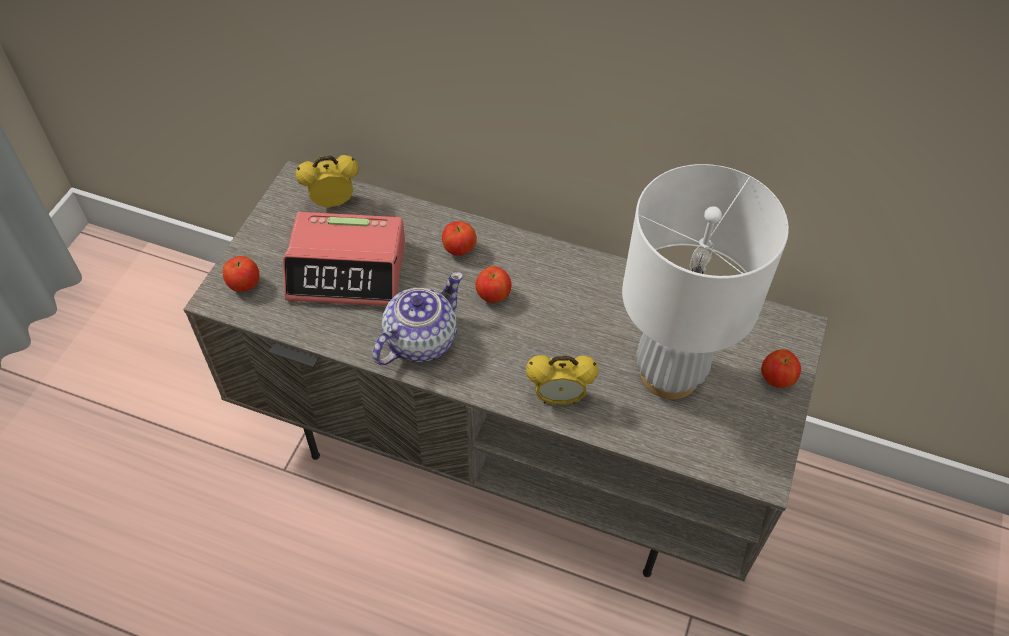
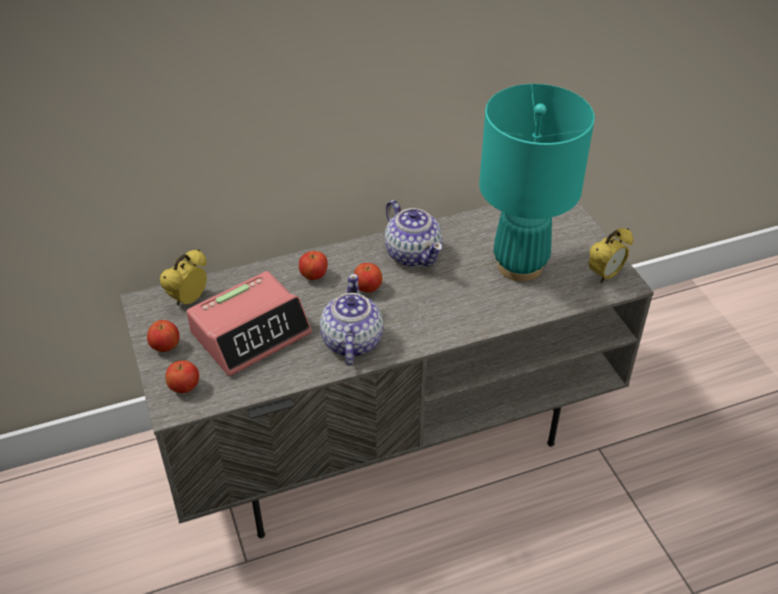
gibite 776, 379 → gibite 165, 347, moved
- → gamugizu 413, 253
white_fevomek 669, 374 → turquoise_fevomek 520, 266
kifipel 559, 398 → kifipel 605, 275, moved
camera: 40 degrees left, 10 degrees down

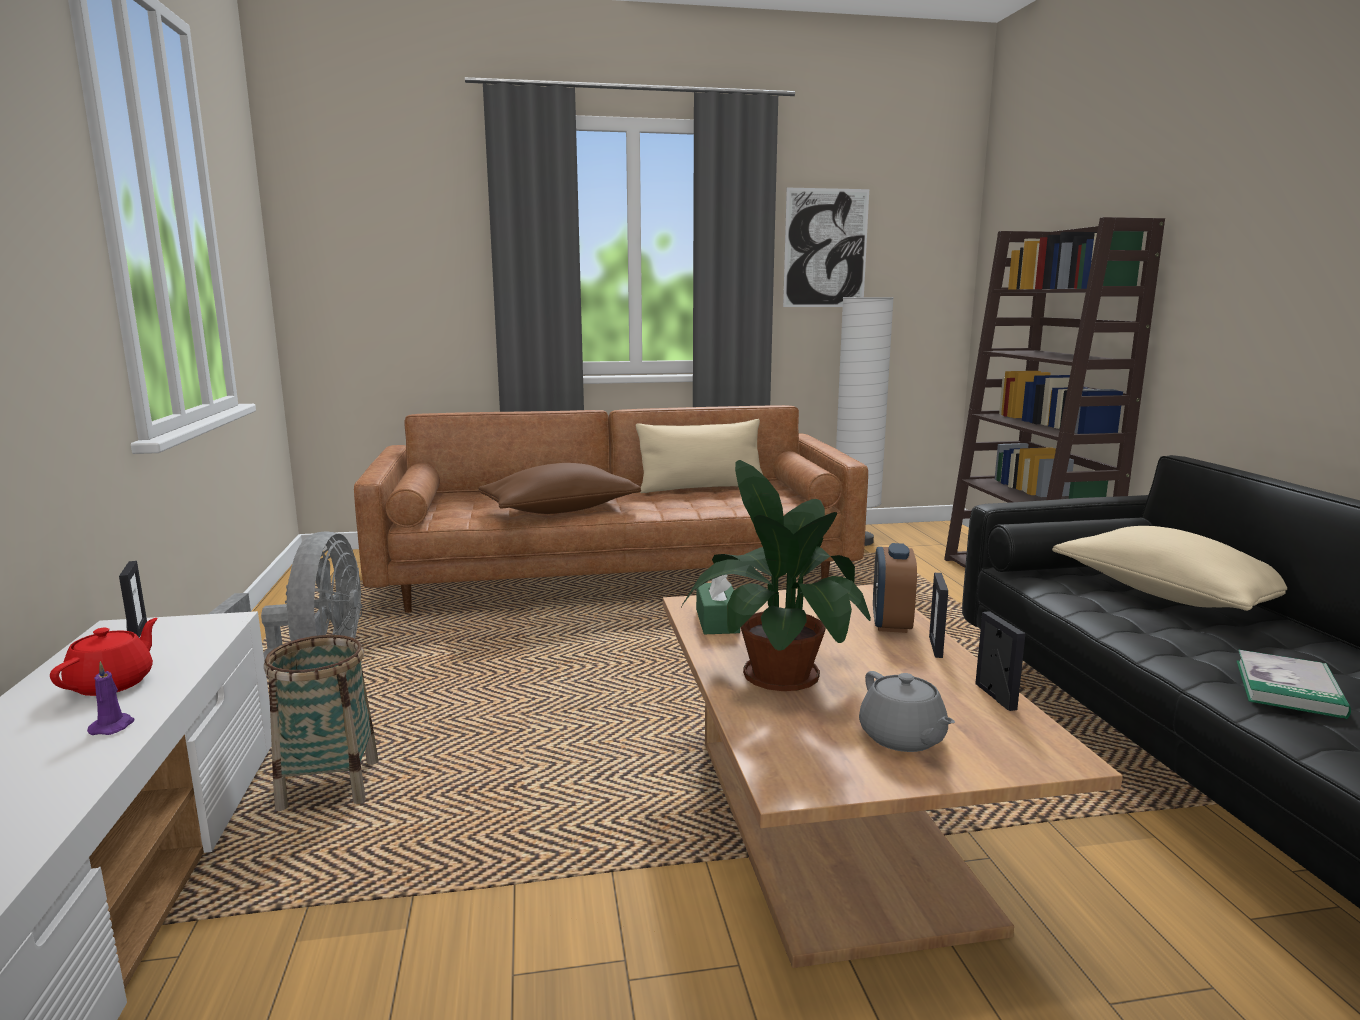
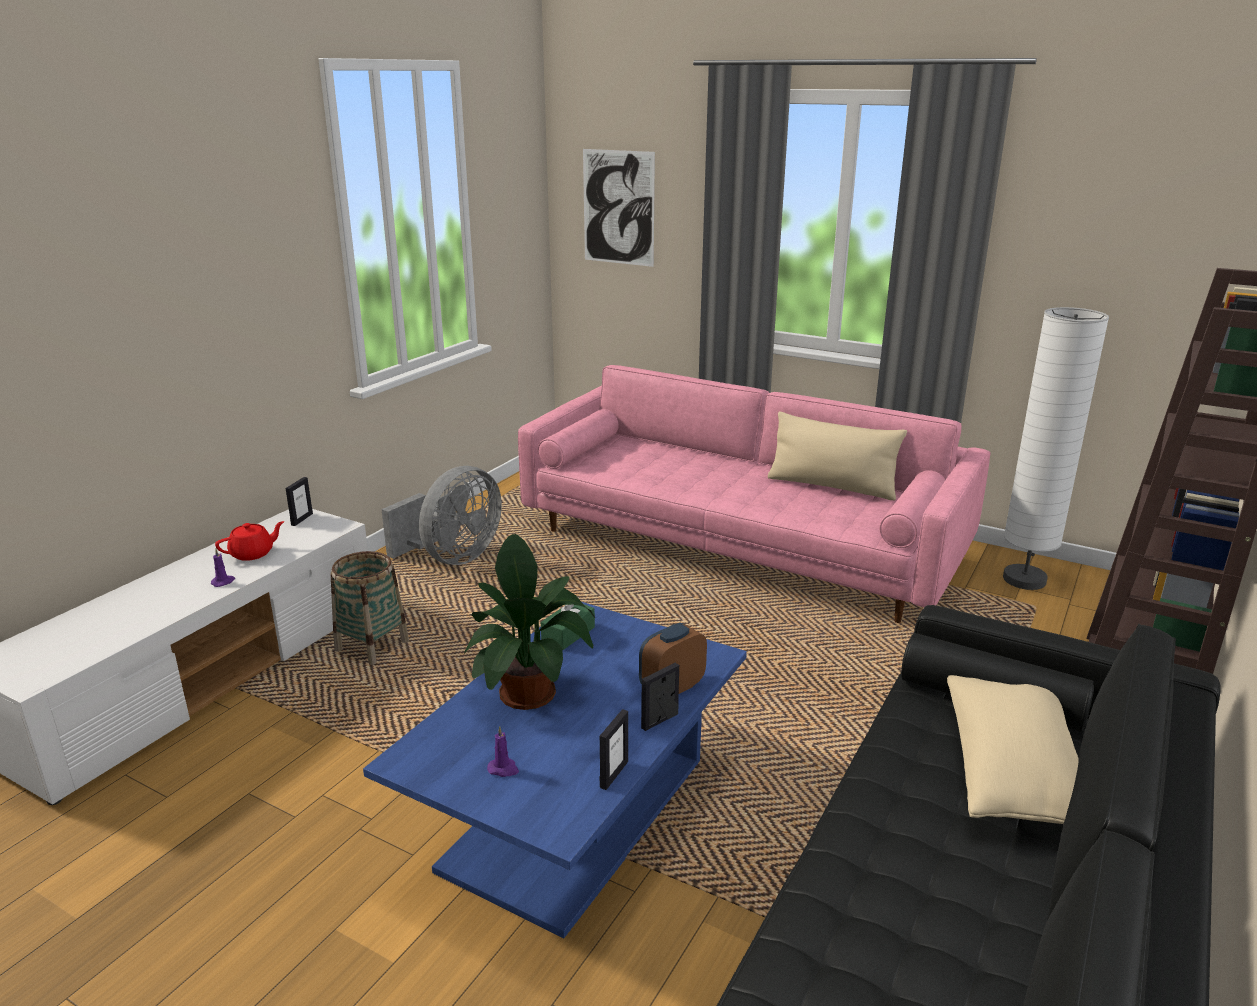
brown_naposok 832, 826 → blue_naposok 575, 814
grey_gamugizu 902, 738 → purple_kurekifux 503, 769
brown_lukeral 616, 573 → pink_lukeral 740, 543
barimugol 825, 248 → barimugol 618, 207, moved
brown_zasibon 560, 510 → -
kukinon 1288, 688 → -
camera: 40 degrees right, 10 degrees up

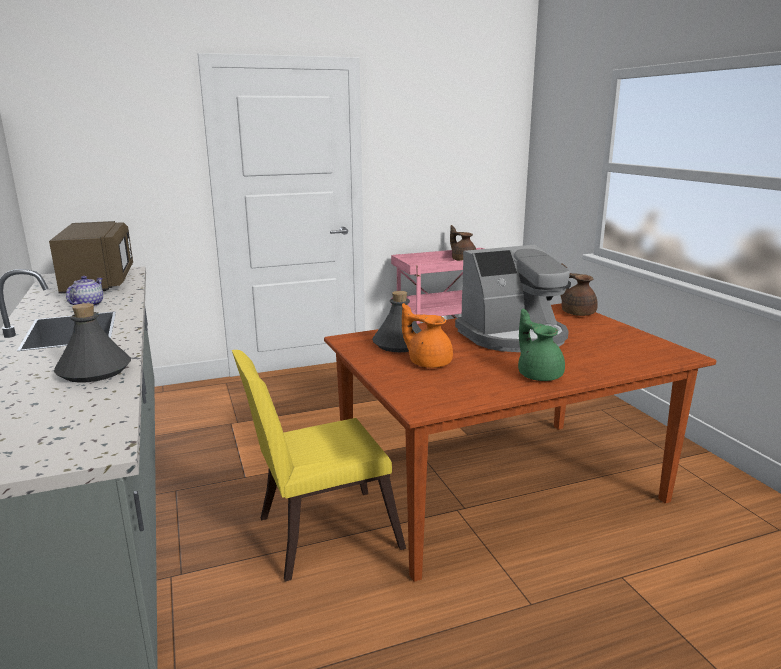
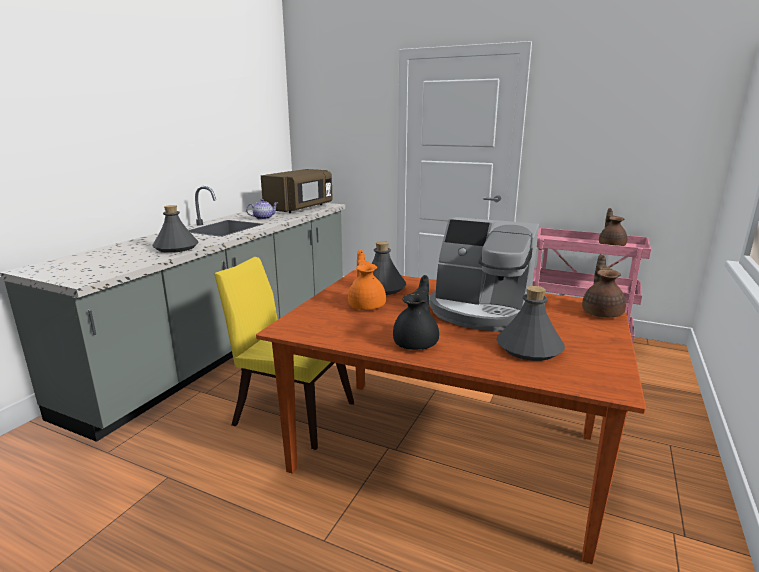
green_gamugizu 539, 375 → black_gamugizu 417, 343
- → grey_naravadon 528, 348
camera: 45 degrees right, 0 degrees up

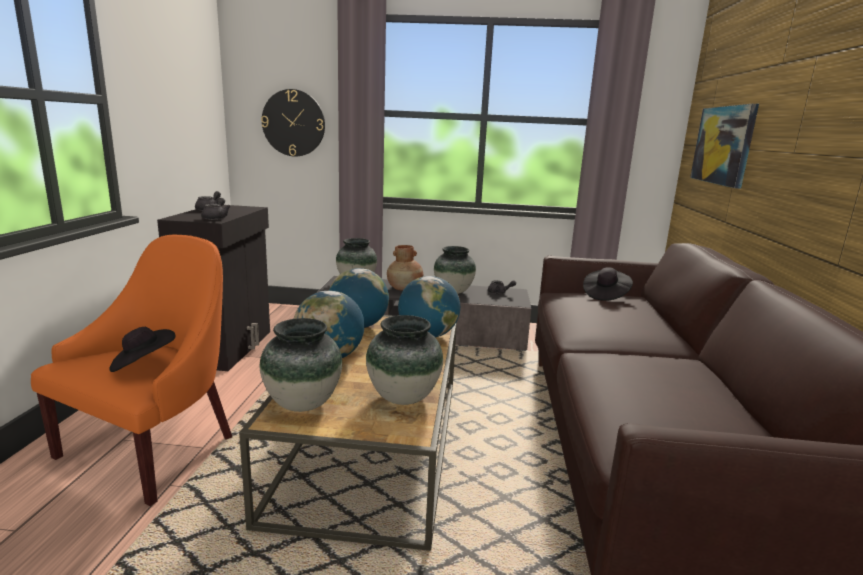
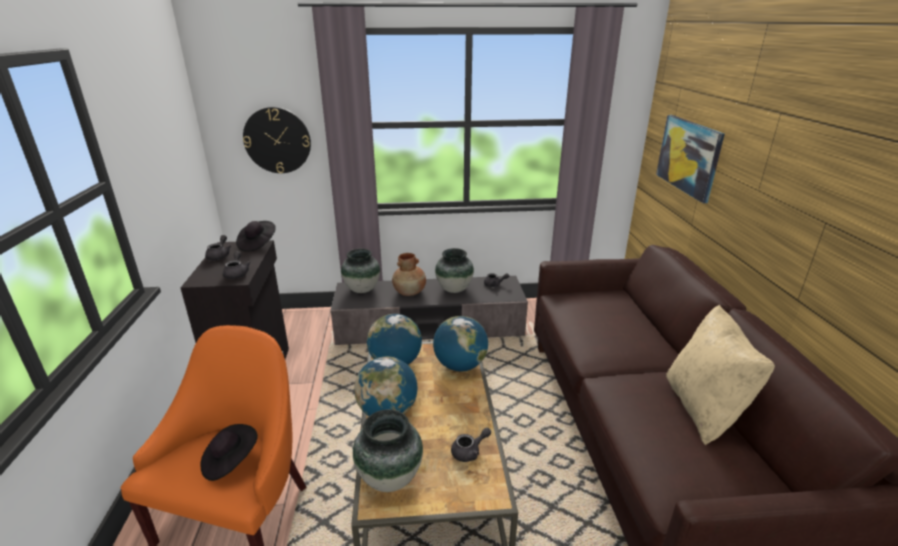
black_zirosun 605, 295 → black_zirosun 257, 244, moved
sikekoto 403, 397 → grey_gamugizu 469, 452
- → beige_zasibon 703, 409
camera: 10 degrees left, 10 degrees up

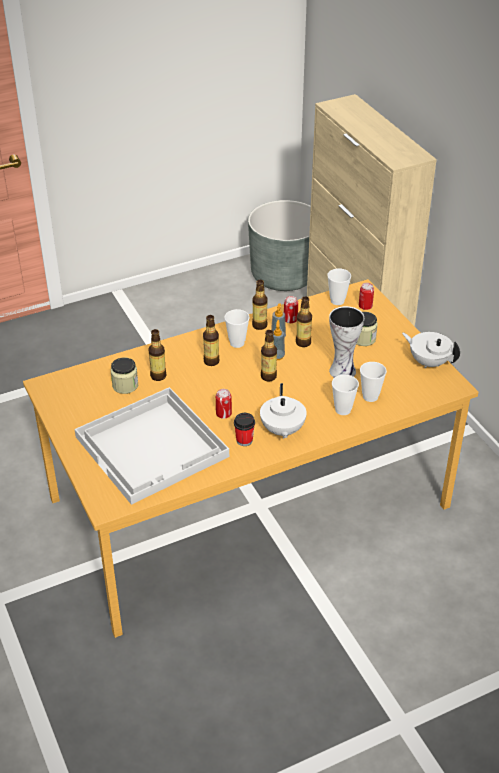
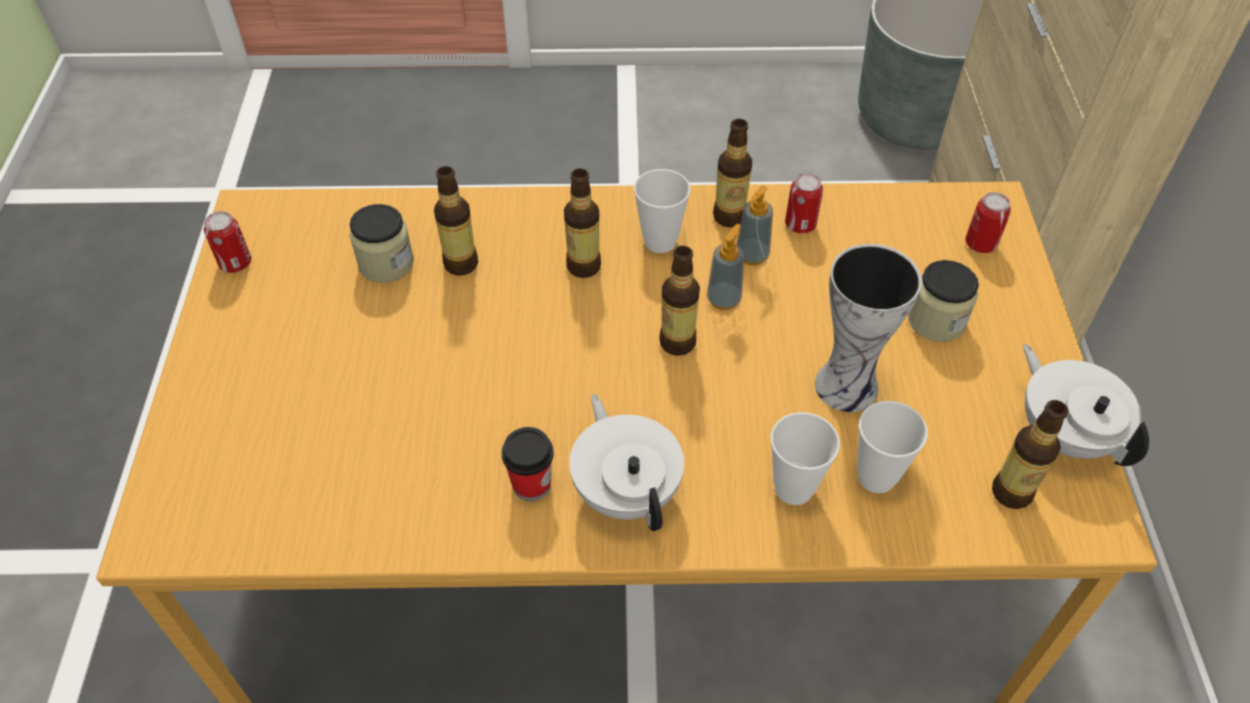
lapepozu 223, 414 → lapepozu 235, 263, moved
white_gamugizu 282, 430 → white_gamugizu 627, 491, 135 degrees clockwise
naravadon 303, 342 → naravadon 1012, 492, moved
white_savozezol 153, 447 → -
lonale 337, 301 → -
camera: 25 degrees right, 10 degrees up

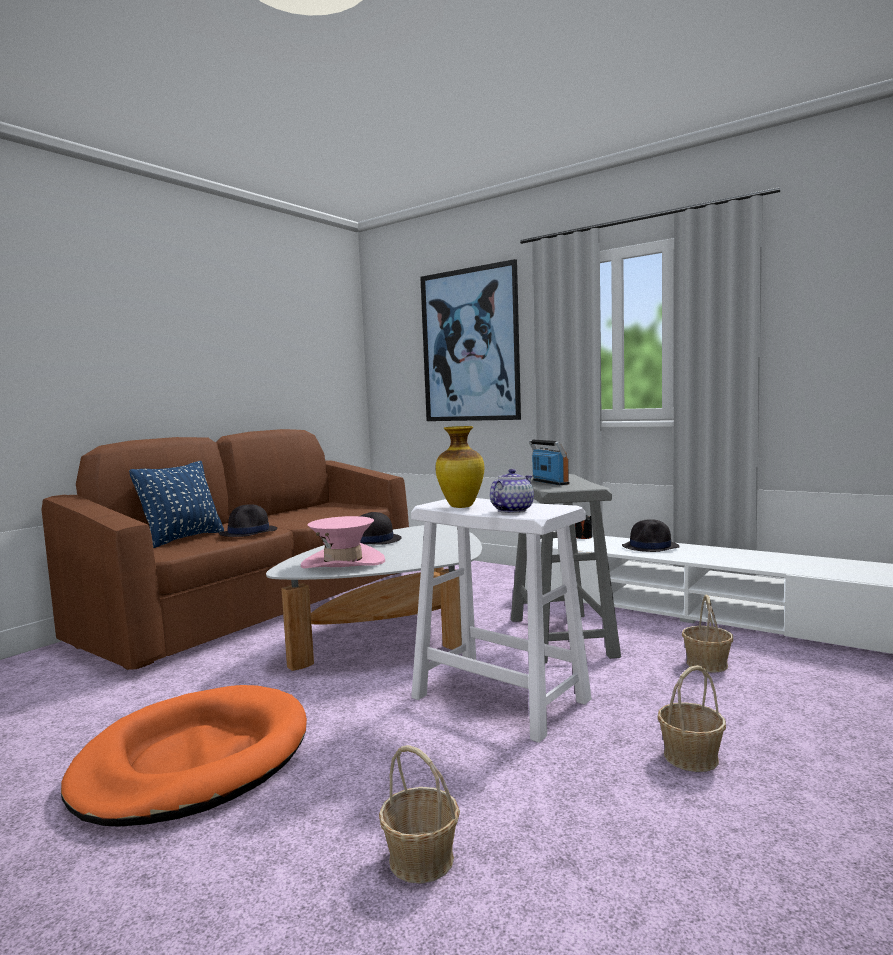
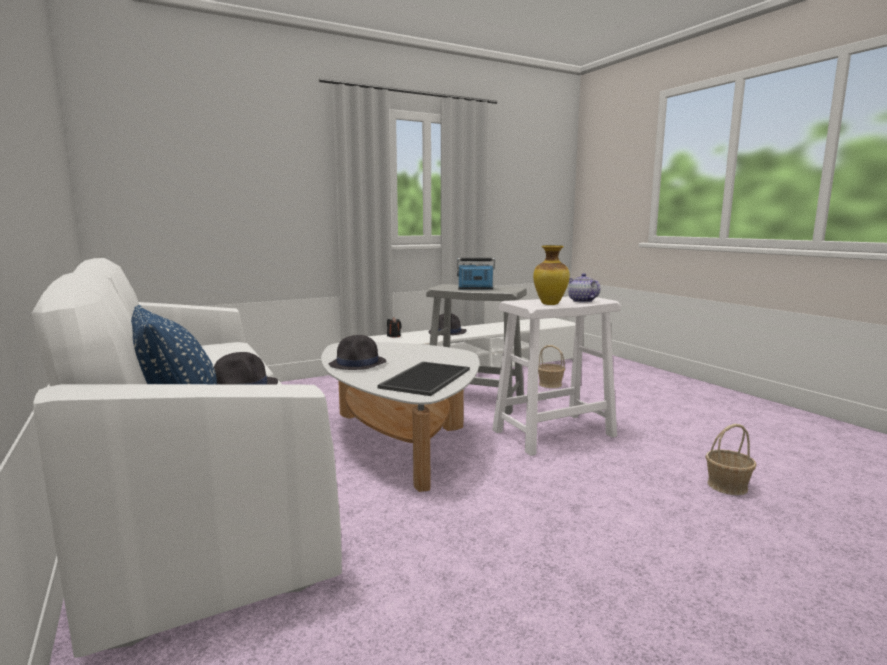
brown_lukeral 260, 605 → white_lukeral 196, 486
pink_zirosun 343, 563 → savozezol 425, 378
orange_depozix 194, 760 → -
barimugol 470, 345 → -
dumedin 690, 757 → -
camera: 65 degrees left, 5 degrees up

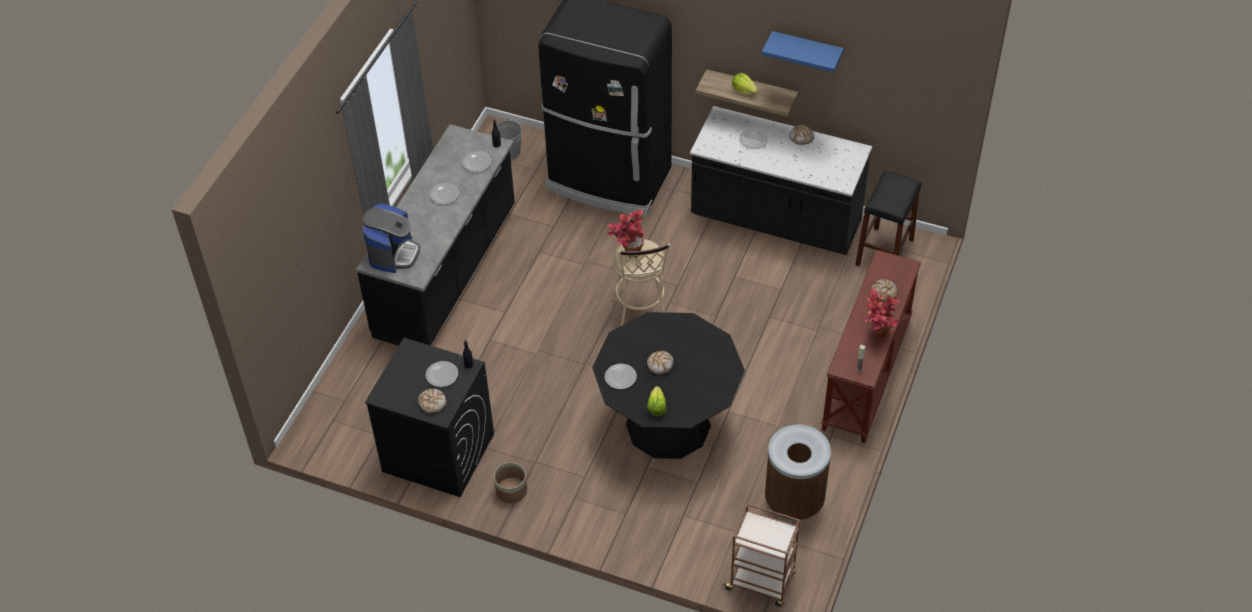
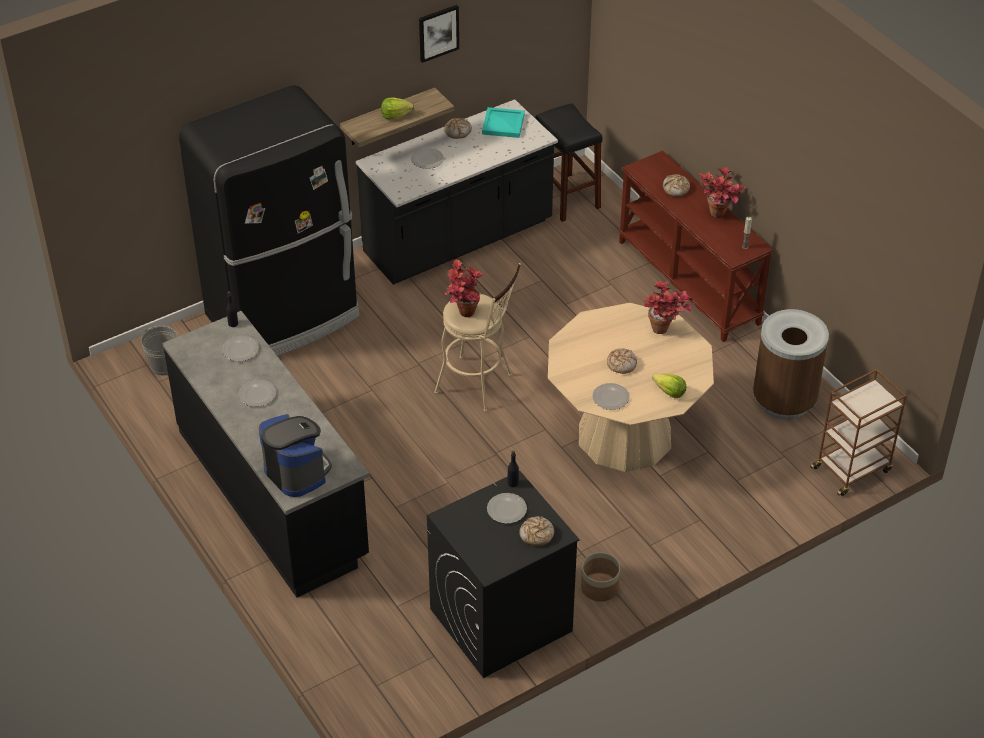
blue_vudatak 806, 50 → barimugol 438, 32
- → turquoise_savozezol 502, 124
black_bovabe 668, 425 → beige_bovabe 624, 435
- → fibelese 665, 331
camera: 55 degrees left, 5 degrees down

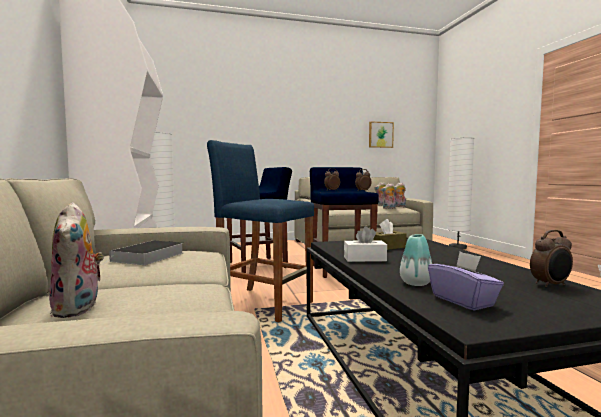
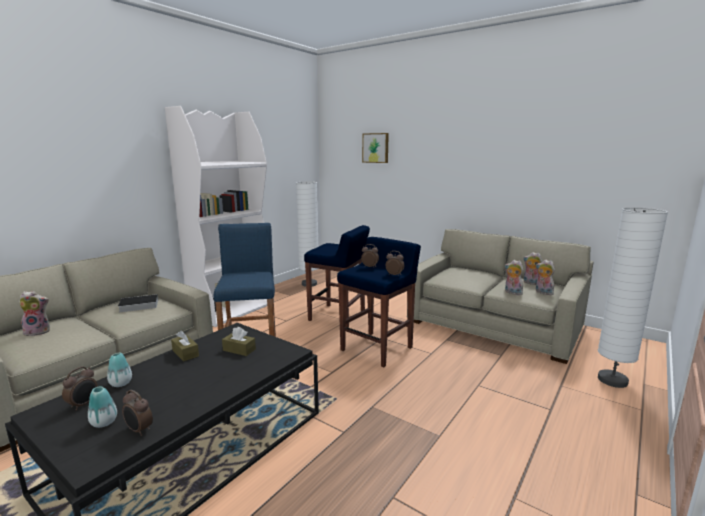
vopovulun 79, 308 → vopovulun 38, 331, 135 degrees counterclockwise
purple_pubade 463, 301 → kifipel 83, 404
- → sikekoto 104, 422
white_pubade 364, 259 → brown_pubade 185, 353
barimugol 380, 135 → barimugol 376, 148, moved
camera: 50 degrees right, 10 degrees up

